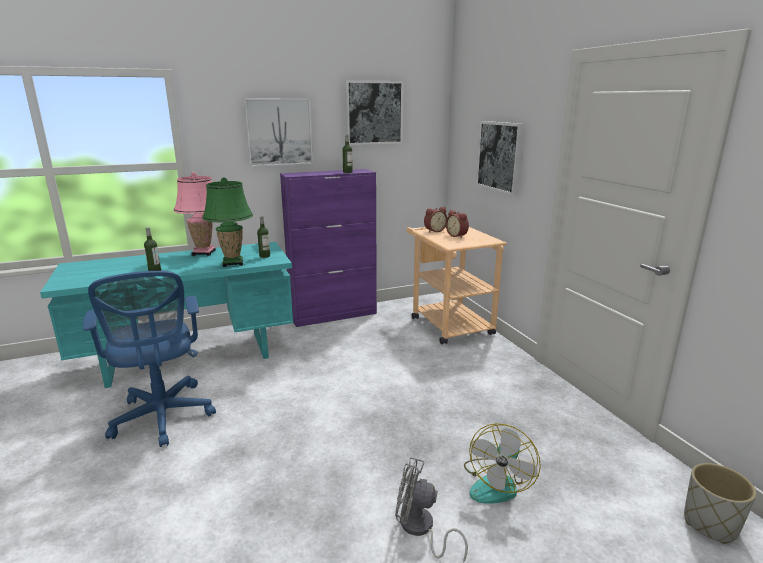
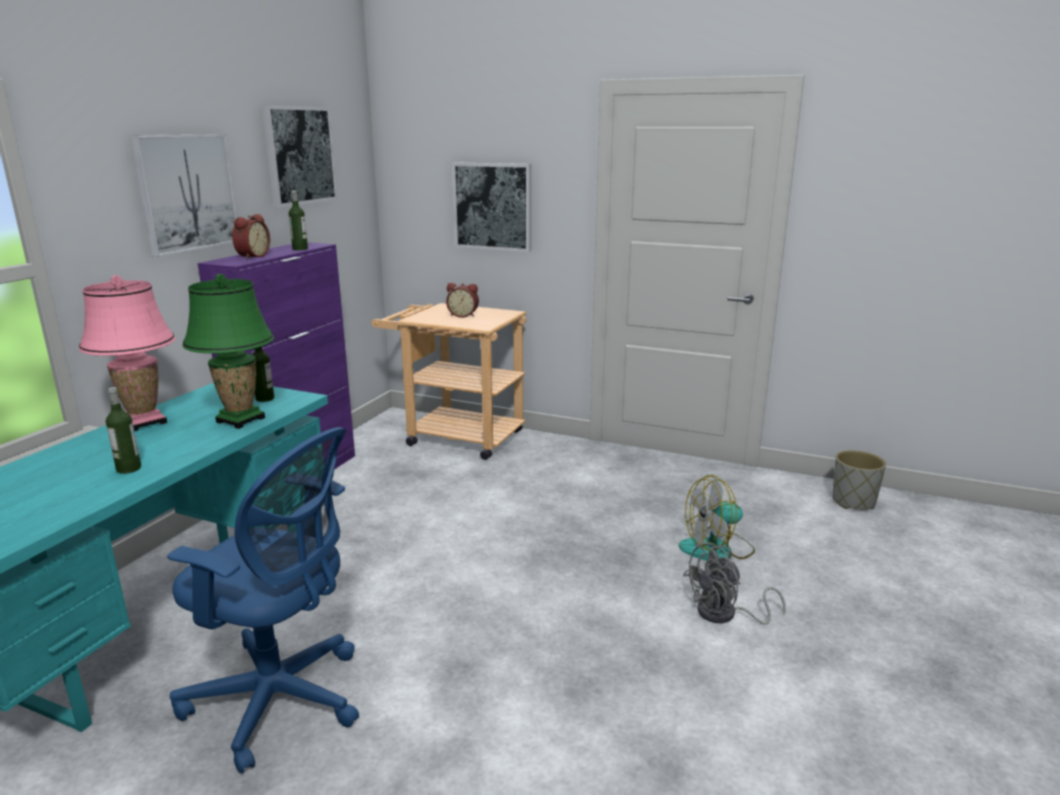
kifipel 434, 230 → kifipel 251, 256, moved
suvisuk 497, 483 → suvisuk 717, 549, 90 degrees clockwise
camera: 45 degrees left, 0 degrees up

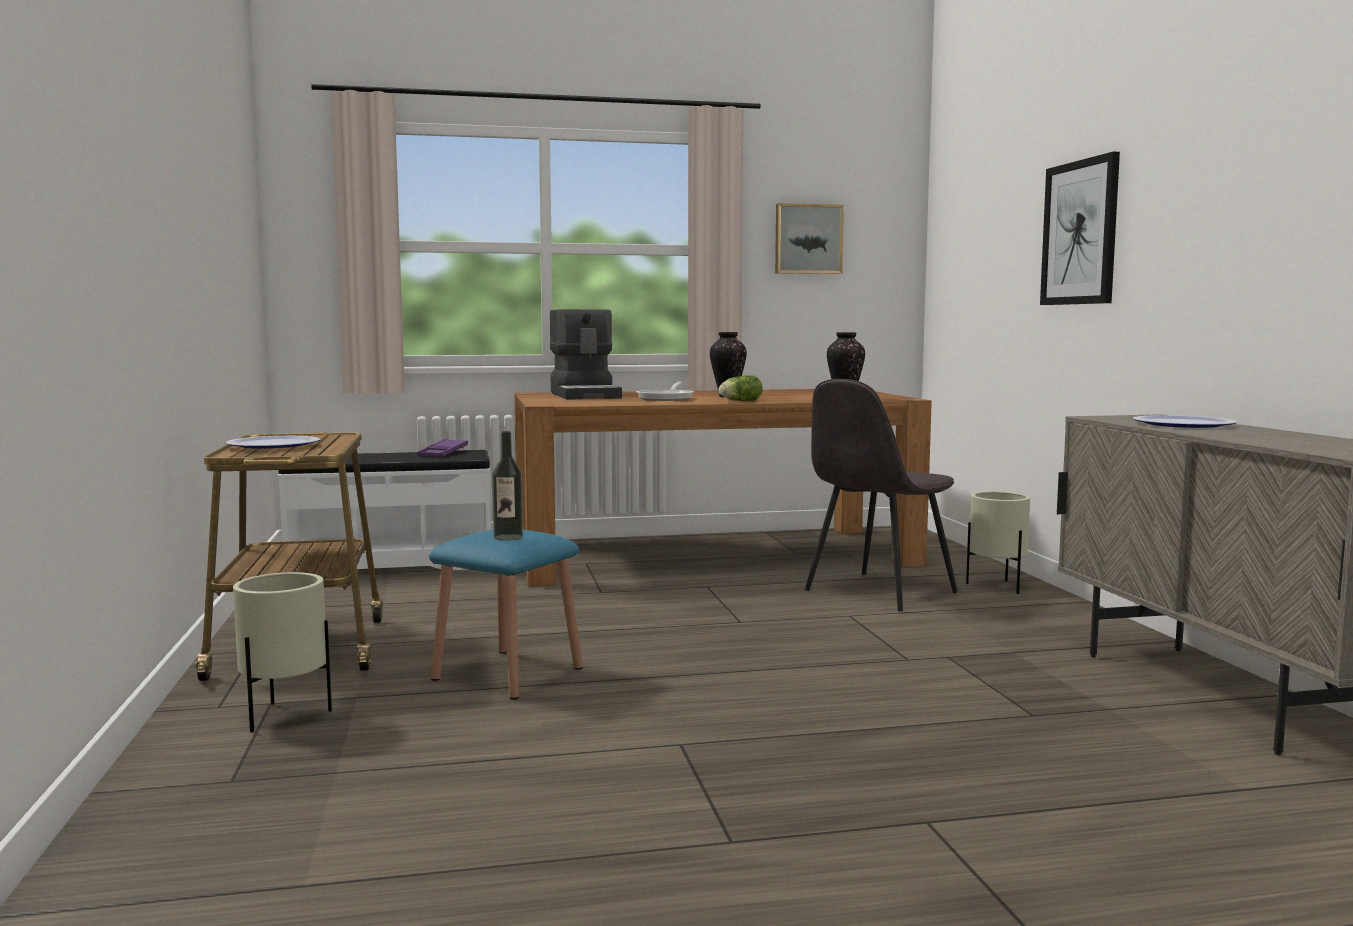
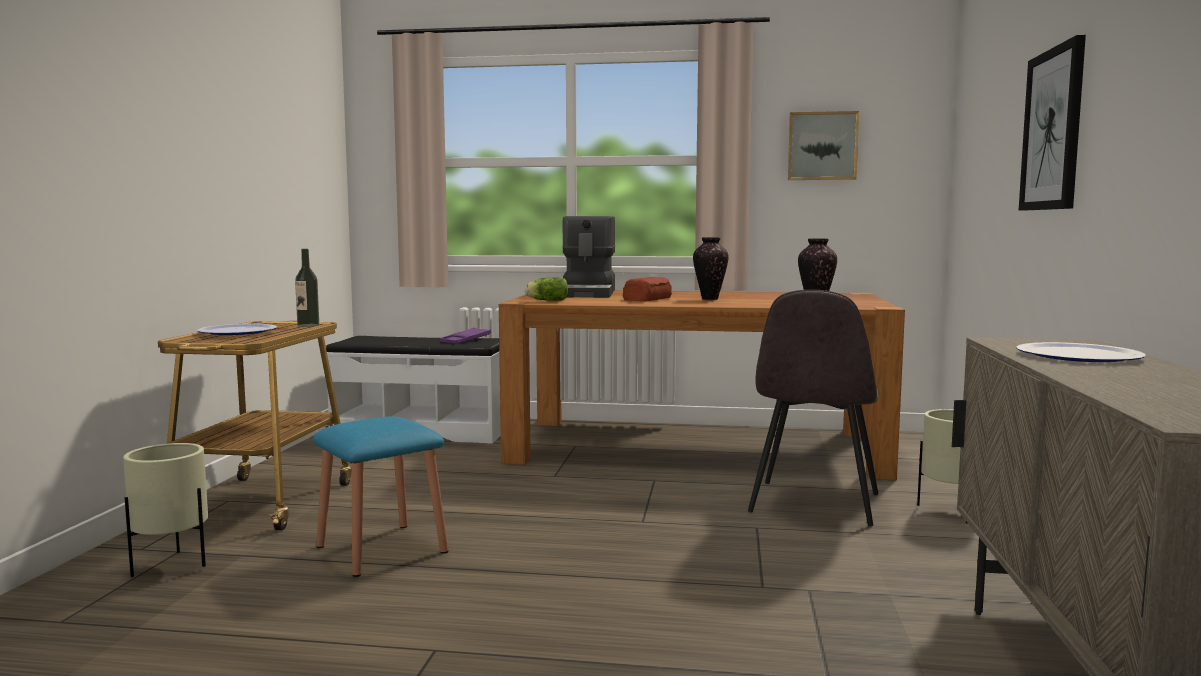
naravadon 508, 537 → naravadon 308, 325, moved
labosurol 739, 401 → labosurol 546, 300, moved
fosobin 667, 398 → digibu 648, 299
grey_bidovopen 877, 592 → grey_bidovopen 814, 504, 45 degrees counterclockwise
camera: 20 degrees right, 0 degrees up

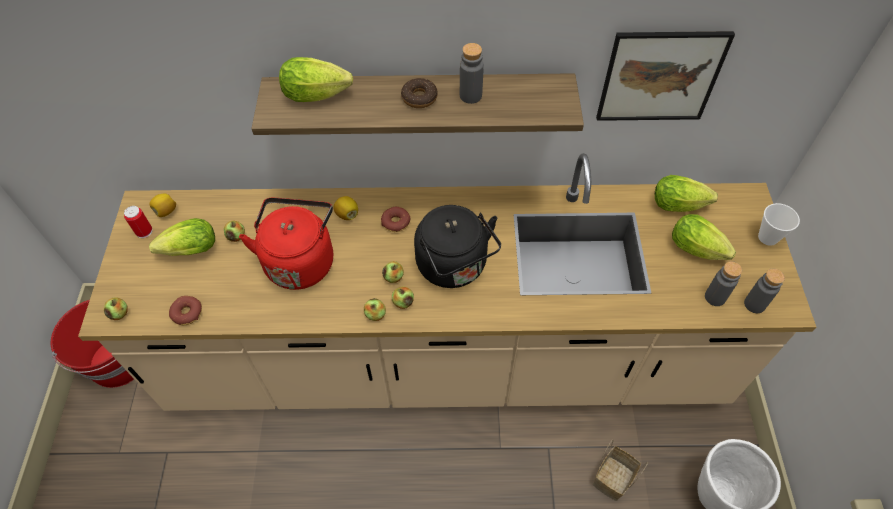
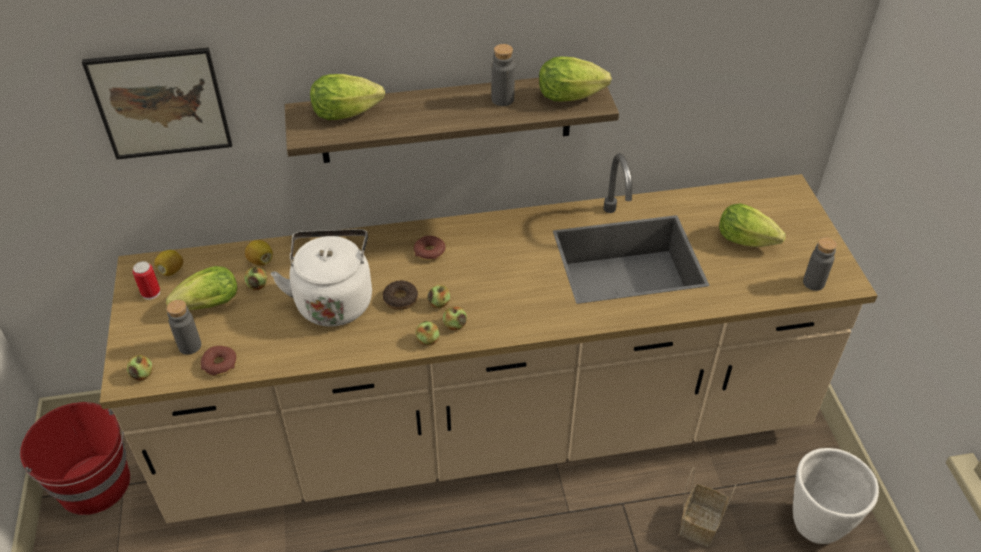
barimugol 660, 76 → barimugol 161, 103, moved
grey_naravadon 715, 297 → grey_naravadon 189, 346, moved
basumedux 347, 214 → basumedux 261, 261, moved
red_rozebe 300, 260 → white_rozebe 334, 299
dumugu 419, 98 → dumugu 400, 299, moved
labosurol 681, 205 → labosurol 574, 97, moved
black_rozebe 454, 267 → -
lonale 768, 237 → -
camera: 10 degrees left, 10 degrees down

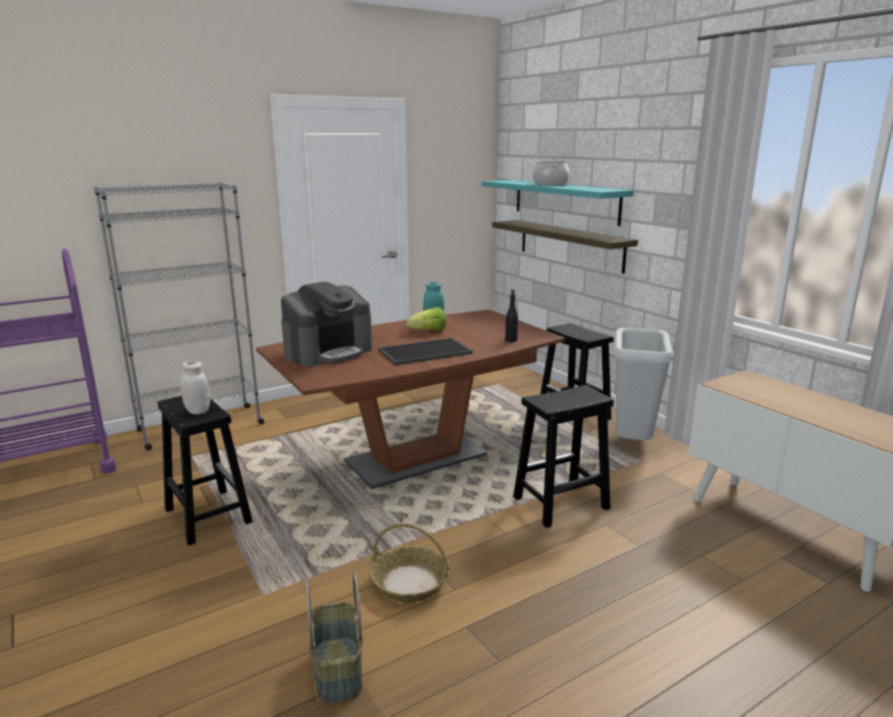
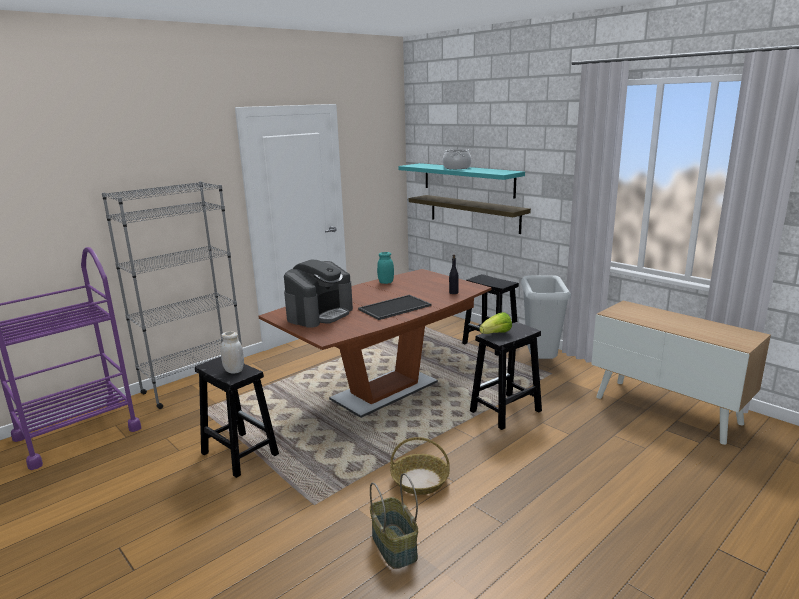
labosurol 429, 331 → labosurol 496, 334, moved
camera: 10 degrees left, 0 degrees up

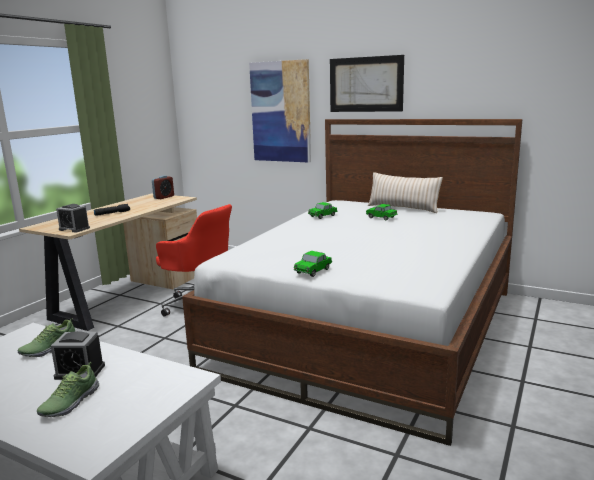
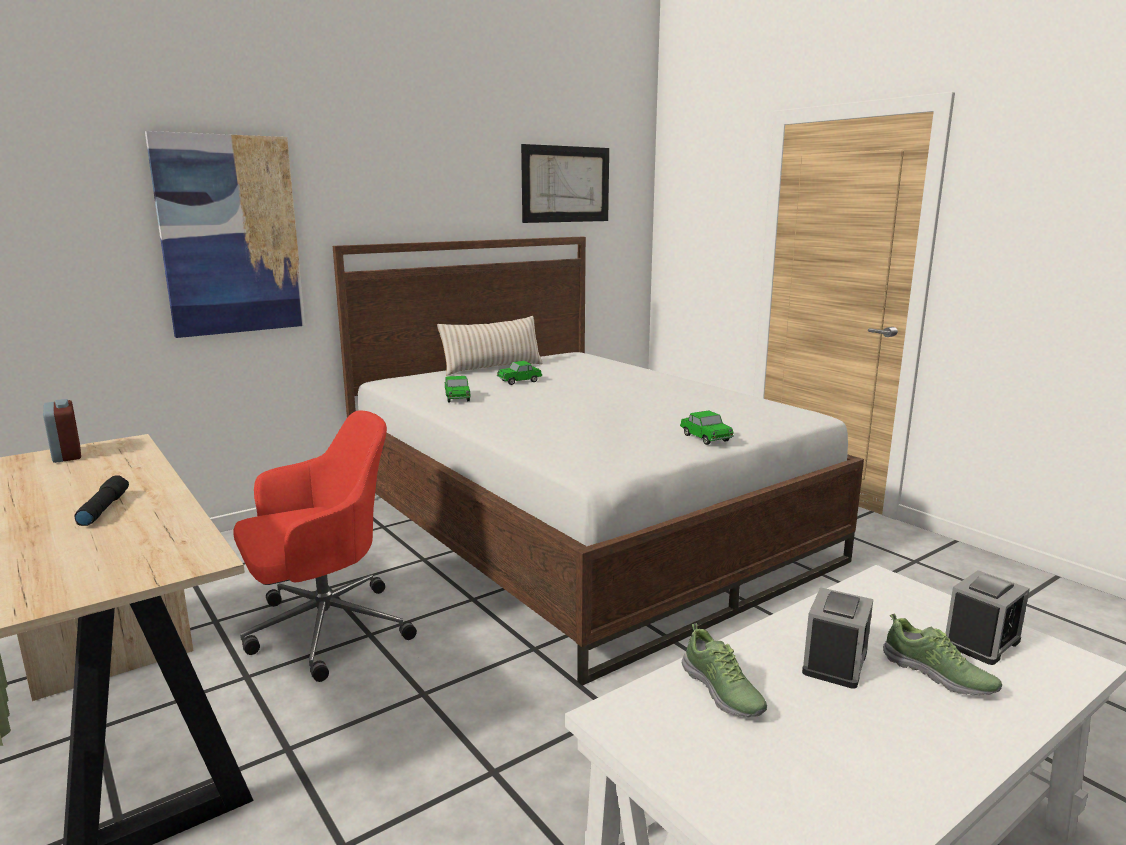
barimugol 365, 84 → barimugol 566, 184, moved
kifipel 74, 229 → kifipel 981, 642, moved
camera: 65 degrees left, 0 degrees up

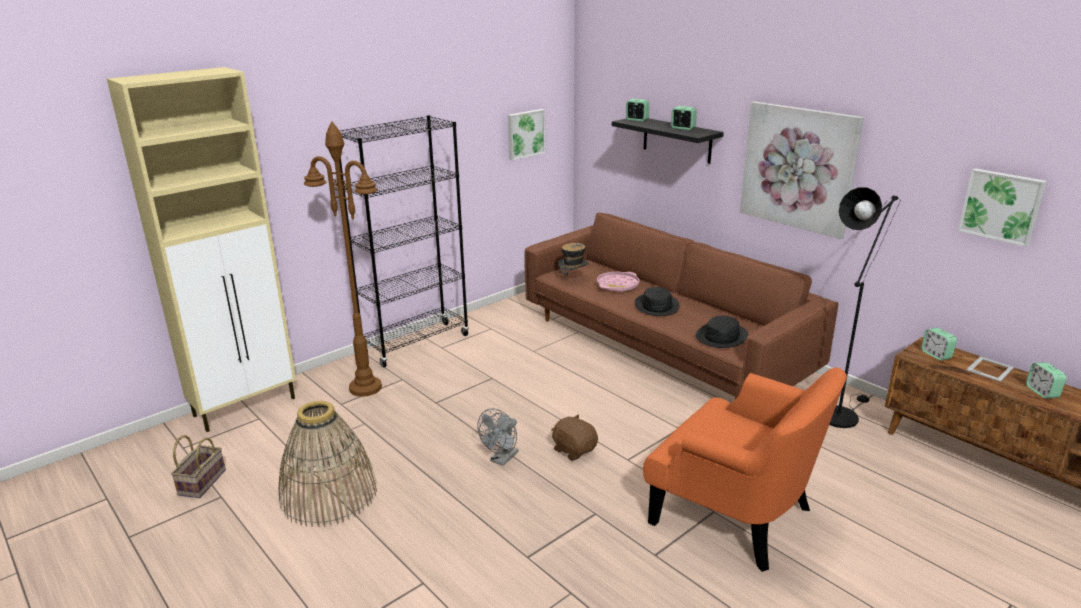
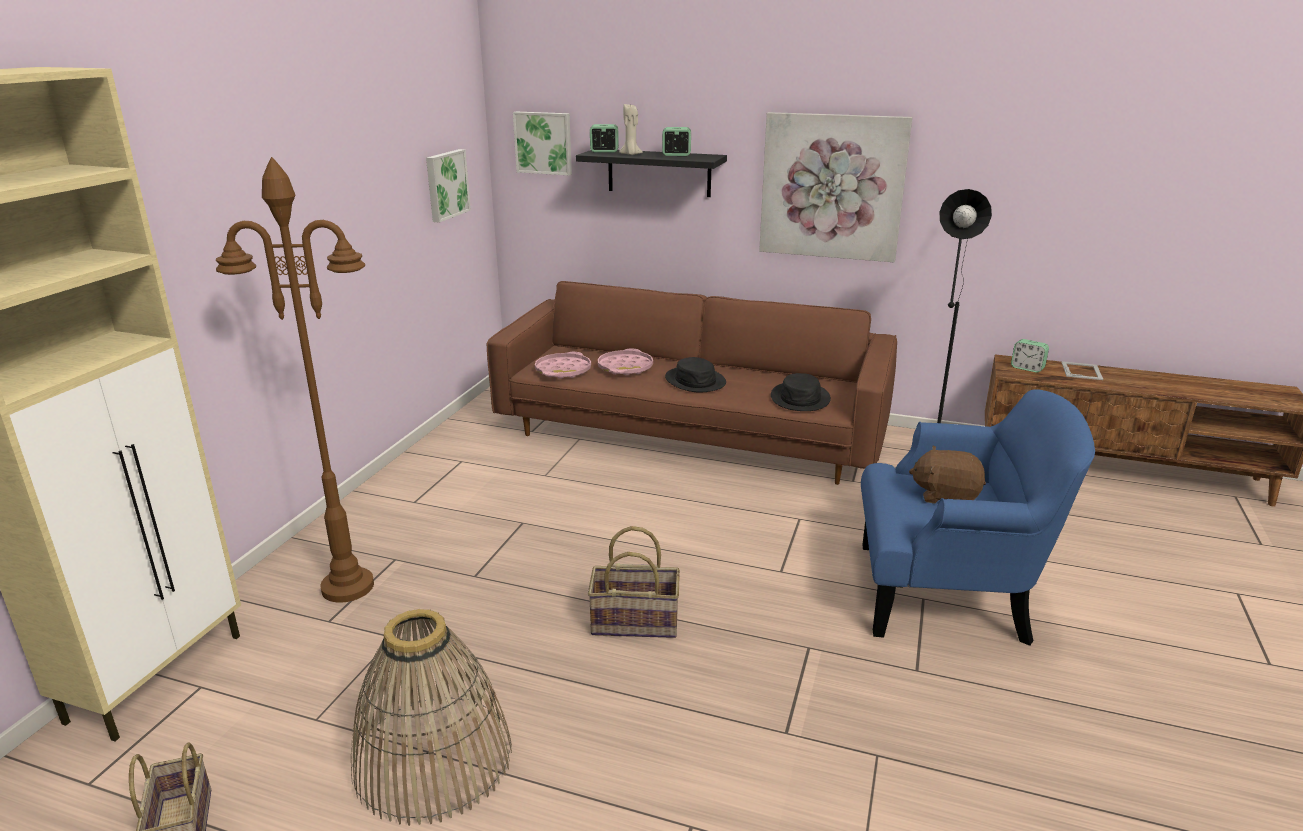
barimugol 1001, 206 → barimugol 544, 143, moved
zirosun 573, 279 → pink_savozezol 563, 370
grey_suvisuk 502, 459 → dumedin 635, 621
- → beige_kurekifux 631, 154
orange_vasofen 735, 515 → blue_vasofen 946, 594
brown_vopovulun 574, 450 → brown_vopovulun 945, 495, moved
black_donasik 416, 344 → -
kifipel 1042, 392 → -
camera: 30 degrees left, 0 degrees up

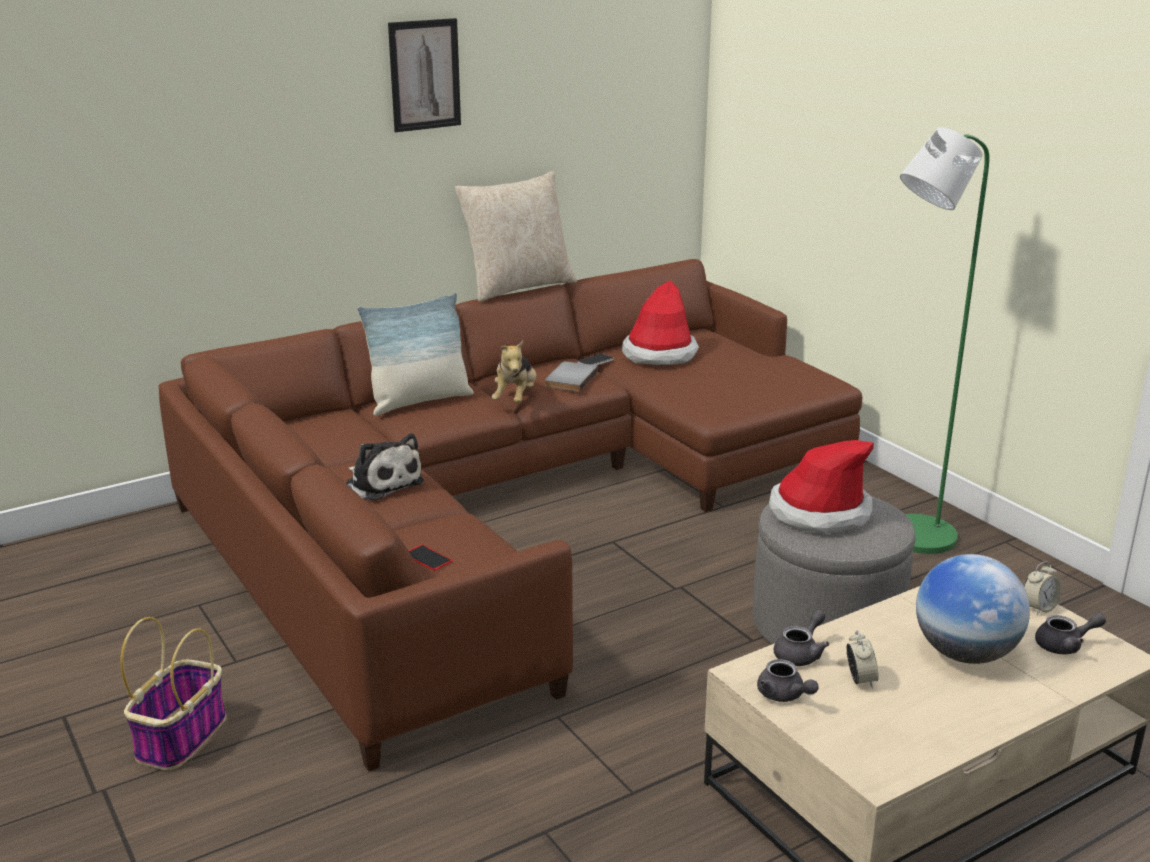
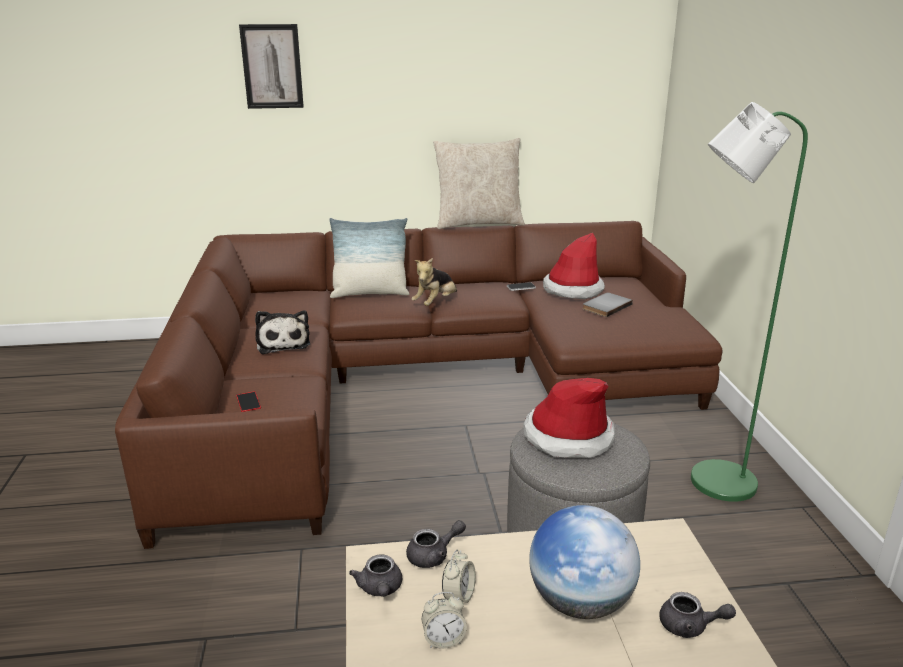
barimugol 424, 75 → barimugol 272, 66, moved
kifipel 1038, 608 → kifipel 443, 639, moved
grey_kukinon 569, 379 → grey_kukinon 605, 306, moved
dumedin 181, 736 → -
camera: 25 degrees right, 0 degrees up

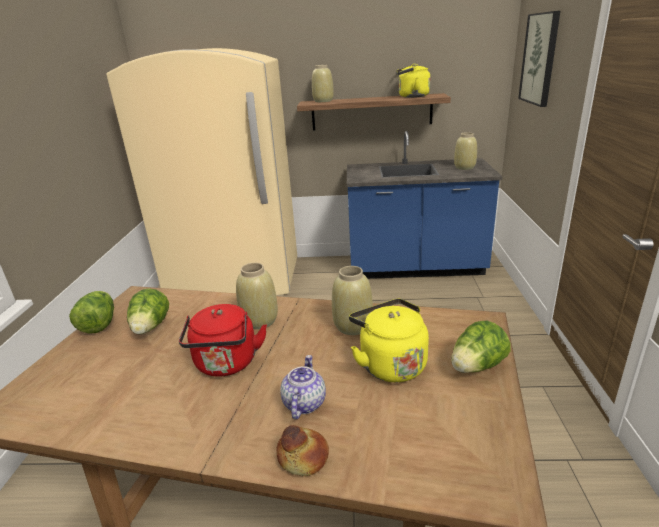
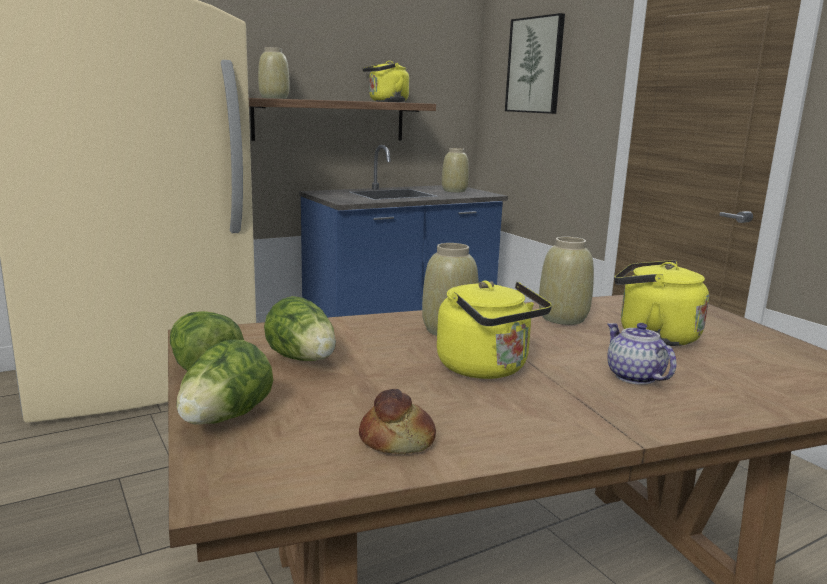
labosurol 477, 367 → labosurol 225, 419, moved
digibu 303, 456 → digibu 397, 439, moved
red_rozebe 226, 364 → yellow_rozebe 487, 369
camera: 35 degrees left, 10 degrees down

